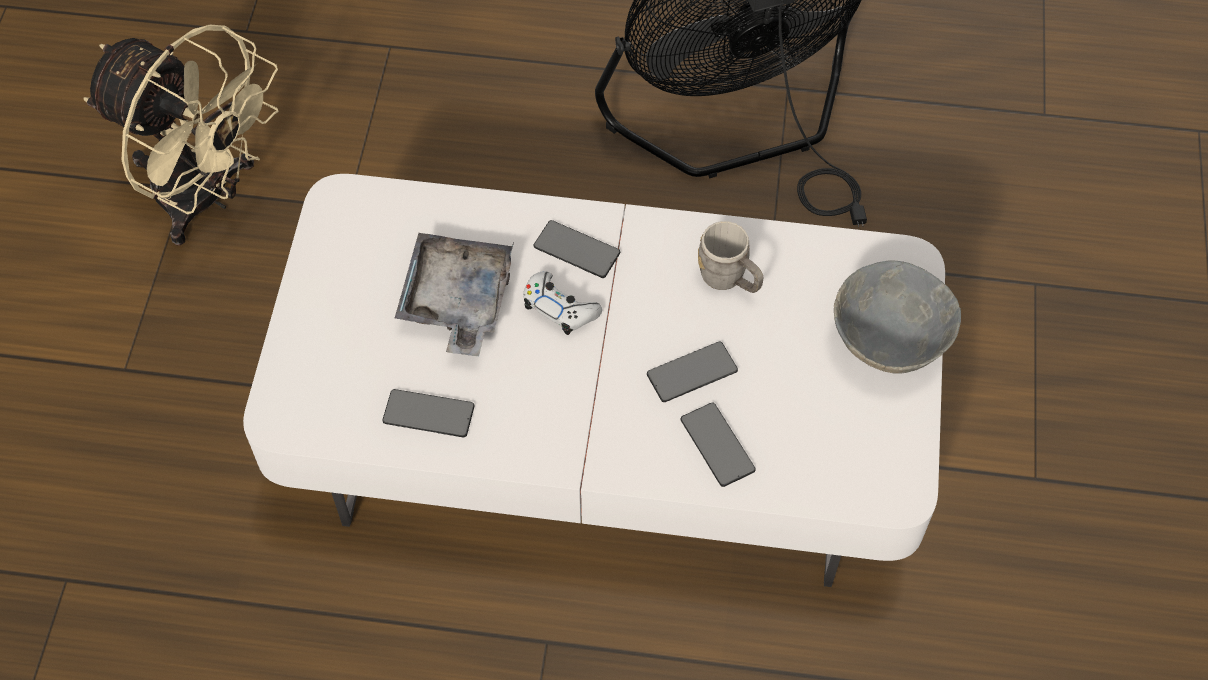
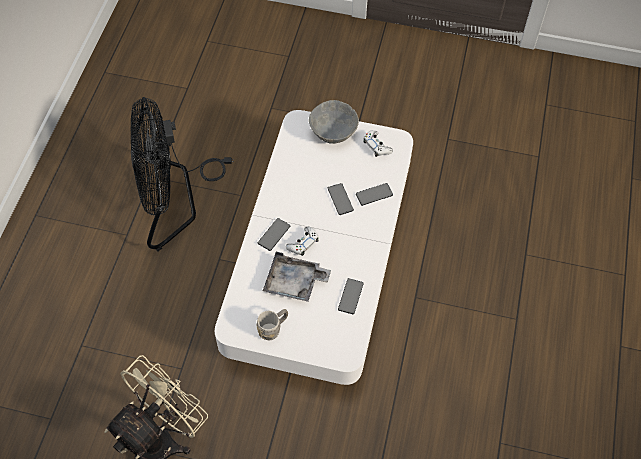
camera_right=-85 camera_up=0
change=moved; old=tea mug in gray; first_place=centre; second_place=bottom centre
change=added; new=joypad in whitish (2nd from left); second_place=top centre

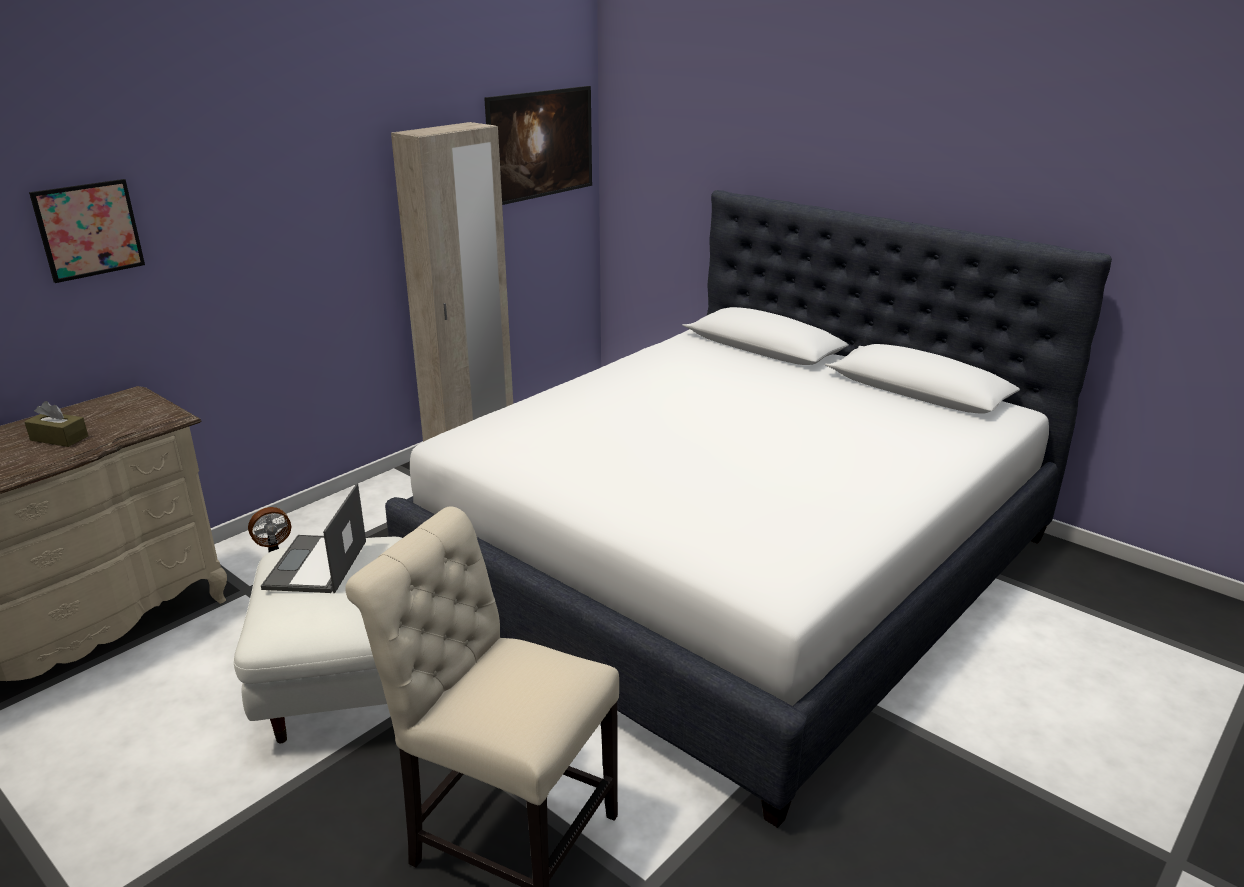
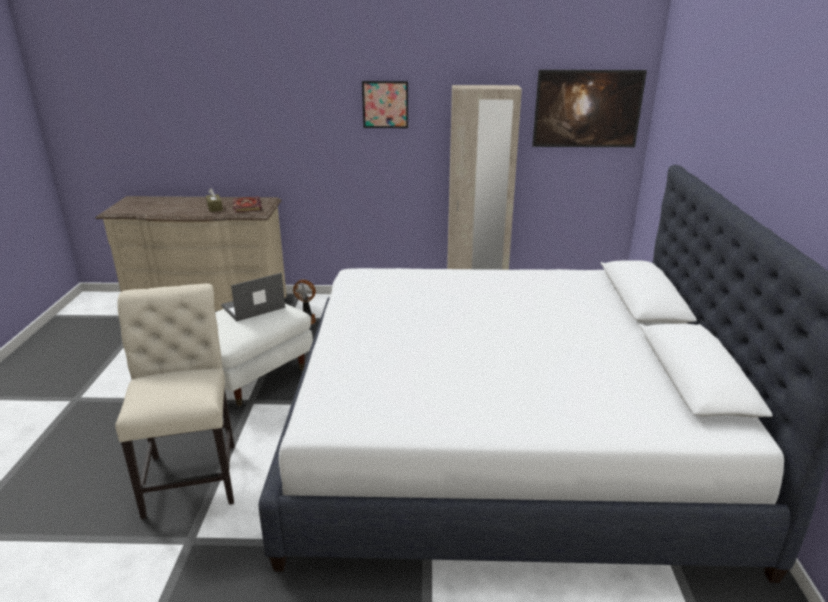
camera_right=50 camera_up=0
change=moved; old=wall picture (1st from left); first_place=top left; second_place=top centre
change=added; new=bound book; second_place=middle left

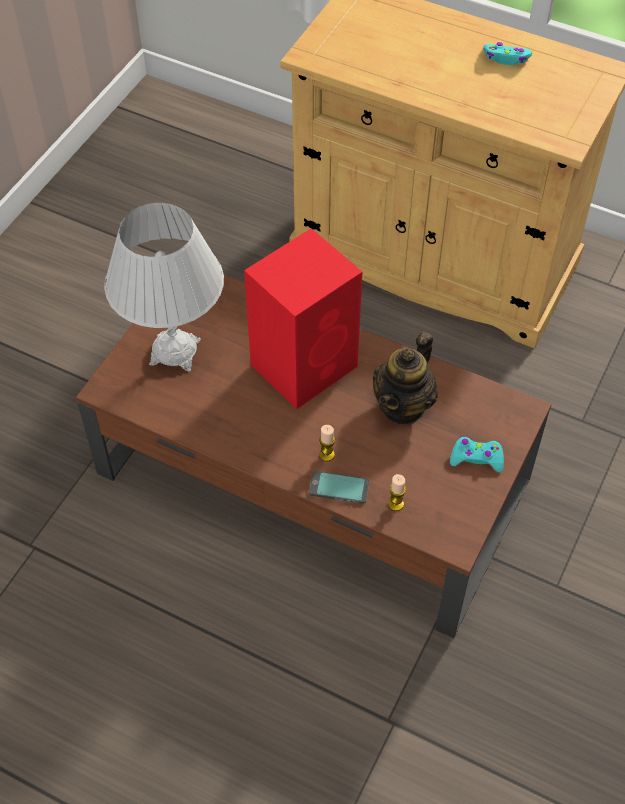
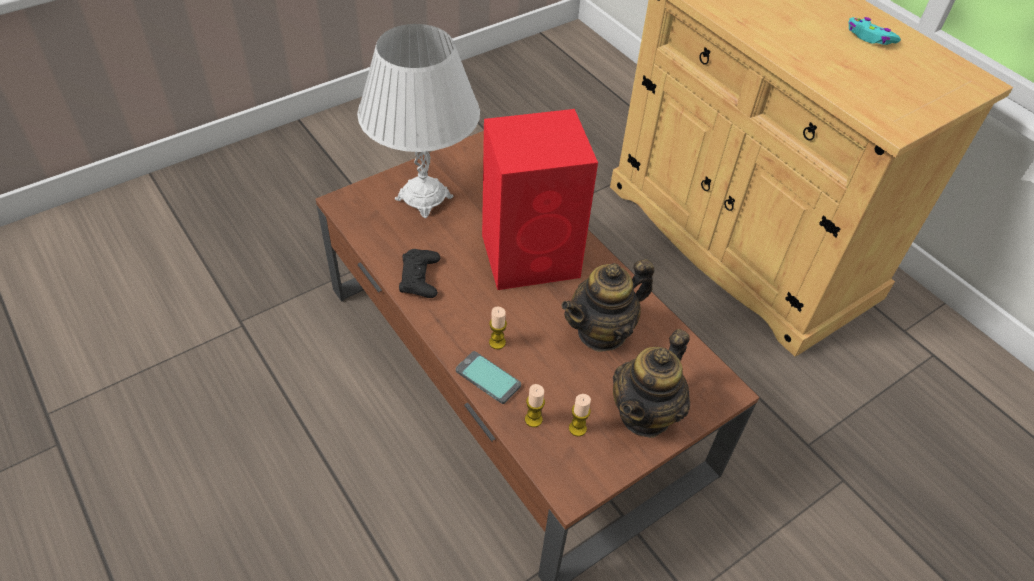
camera_right=25 camera_up=-5
change=replaced; old=joypad in blue-green (1st from left); new=pot for tea (2nd from left); first_place=middle right; second_place=centre
change=added; new=joypad in blackish; second_place=centre
change=added; new=candle (3rd from left); second_place=bottom centre

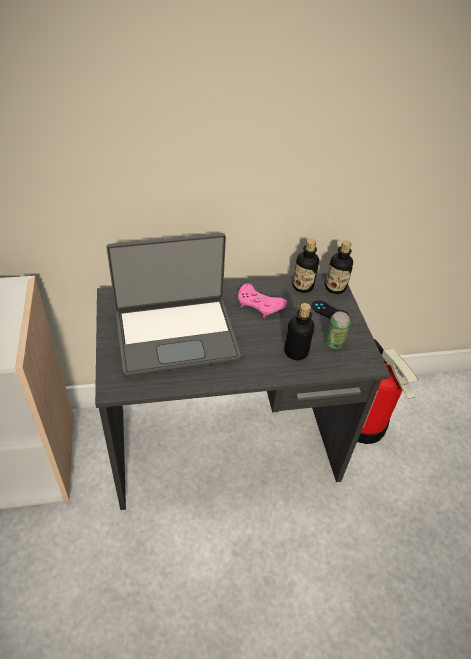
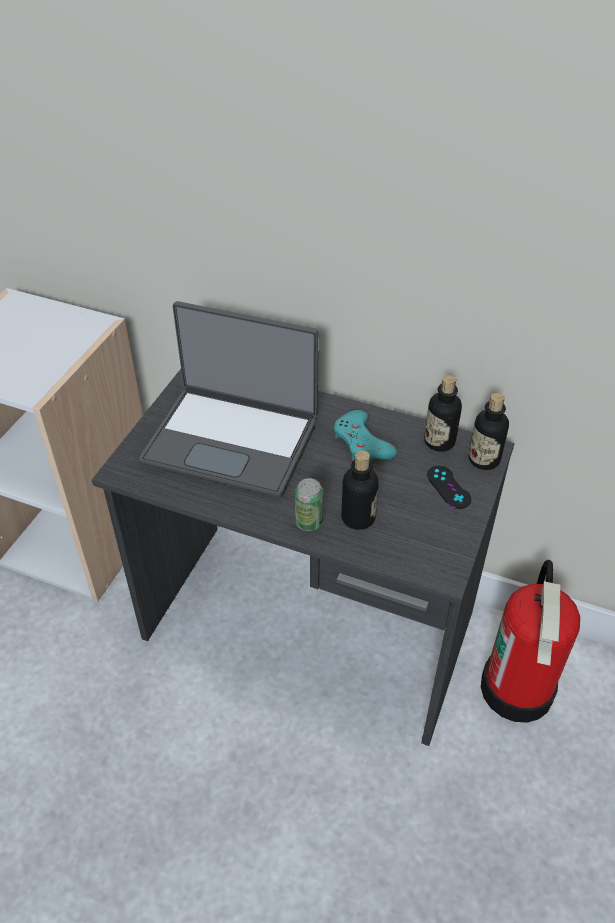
camera_right=35 camera_up=0
change=recoloured; old=joypad in pink-coloured; new=joypad in blue-green; first_place=centre; second_place=centre
change=moved; old=sealed can; first_place=middle right; second_place=centre

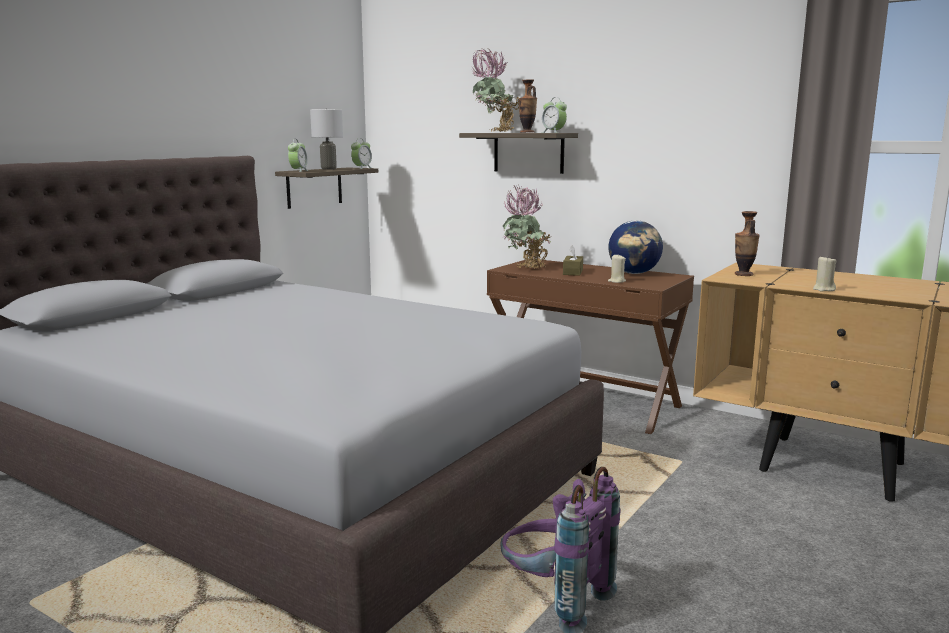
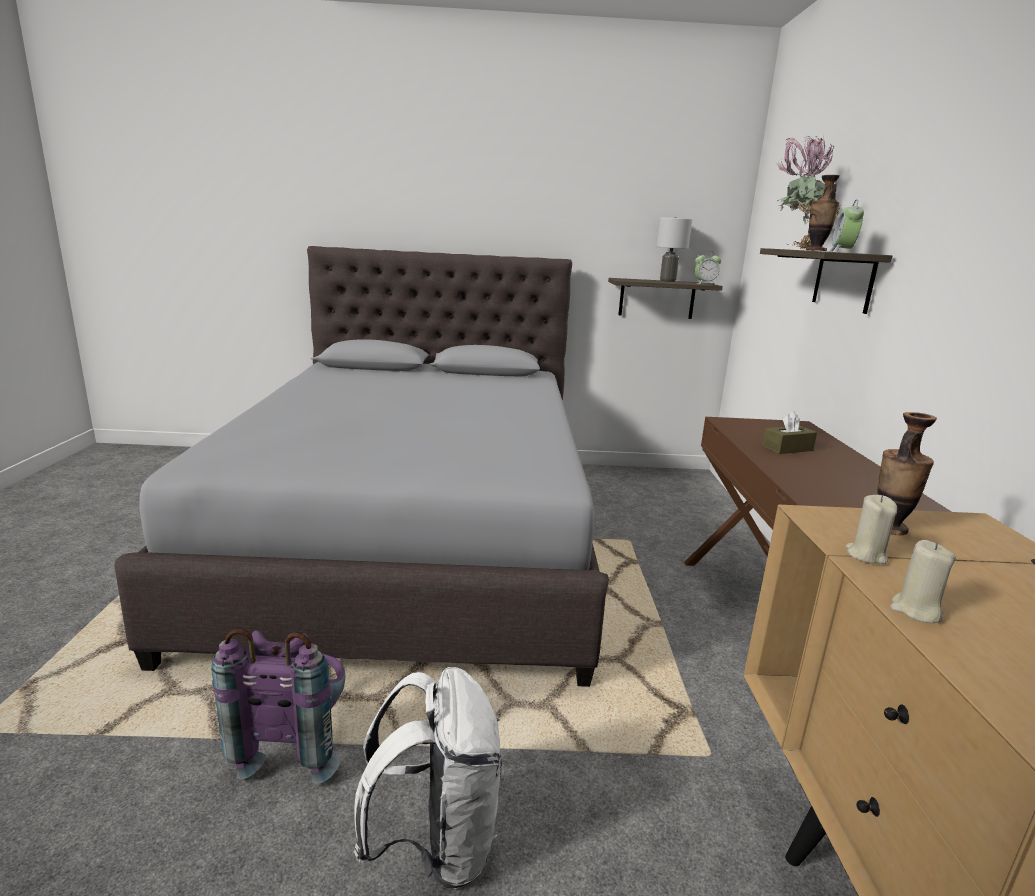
camera_right=55 camera_up=5
change=removed; old=alarm clock (1st from left); first_place=top left
change=removed; old=plant in a pot (2nd from left); first_place=centre
change=removed; old=desk globe; first_place=middle right
change=moved; old=candle in sand-coloured (1st from left); first_place=centre; second_place=middle right
change=added; new=knapsack in whitish; second_place=bottom centre

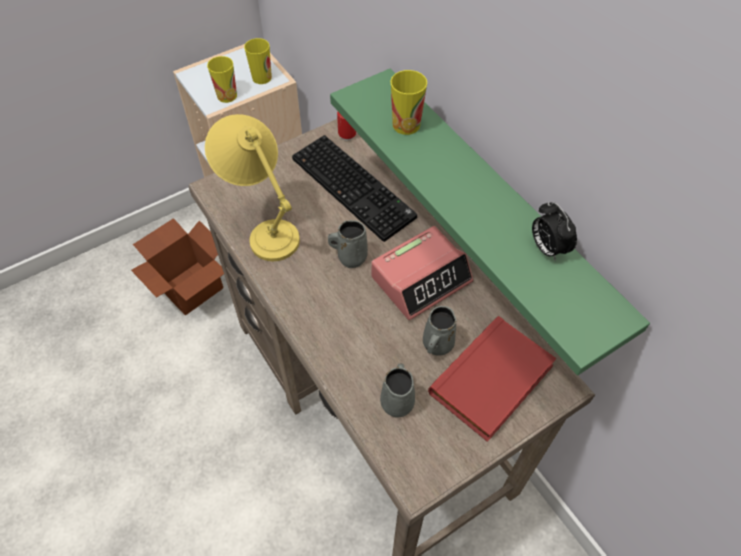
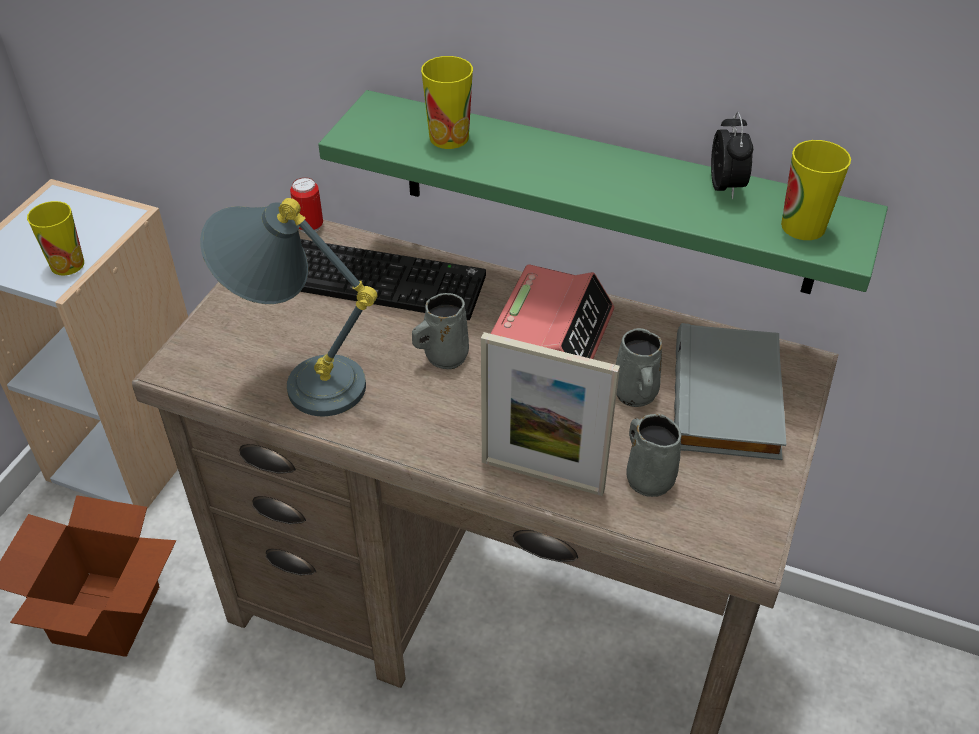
camera_right=-35 camera_up=-10
change=moved; old=cup (2nd from left in the first image); new=cup (3rd from left); first_place=top centre; second_place=top right
change=recoloured; old=table lamp in yellow-coloured; new=table lamp in gray; first_place=centre; second_place=middle left
change=turned; old=alarm clock (2nd from left); first_place=middle right; second_place=top right; degrees=-120
change=recoloured; old=bound book in reddish; new=bound book in gray; first_place=bottom centre; second_place=middle right
change=added; new=picture frame; second_place=centre

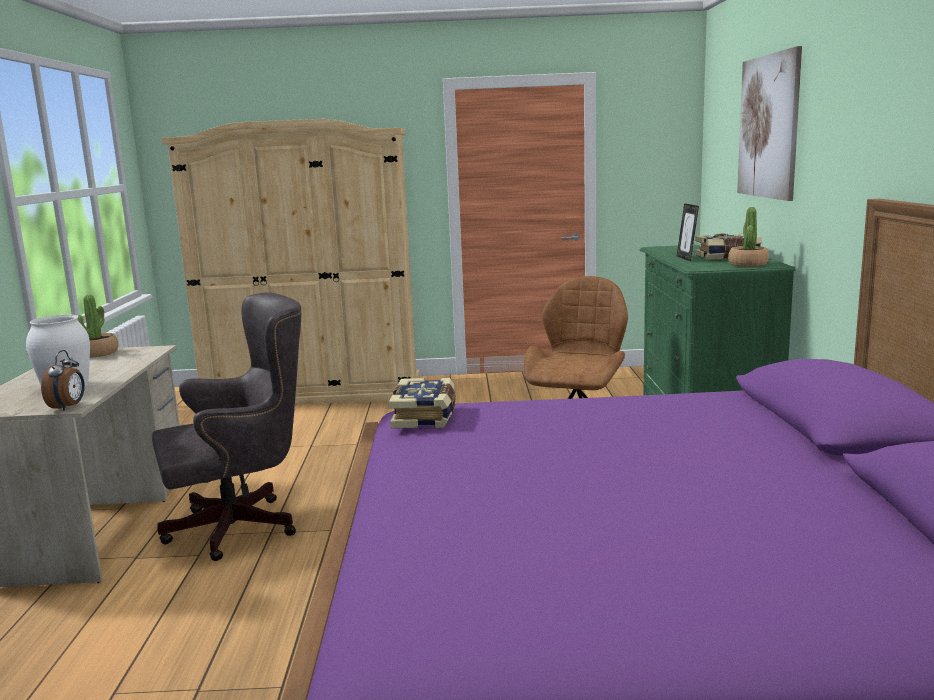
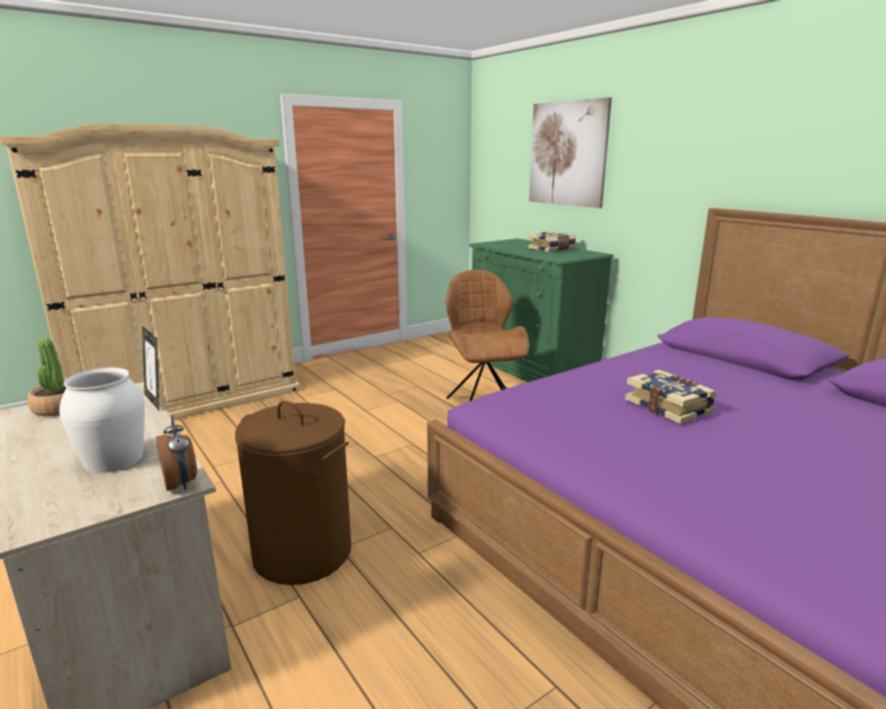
camera_right=-35 camera_up=5
change=moved; old=picture frame; first_place=top right; second_place=middle left
change=removed; old=plant in a pot (2nd from left); first_place=middle right
change=replaced; old=office chair in gray; new=washing basket in brown-coloured; first_place=middle left; second_place=bottom left
change=moved; old=bound book (1st from left in the first image); new=bound book (2nd from left); first_place=centre; second_place=middle right

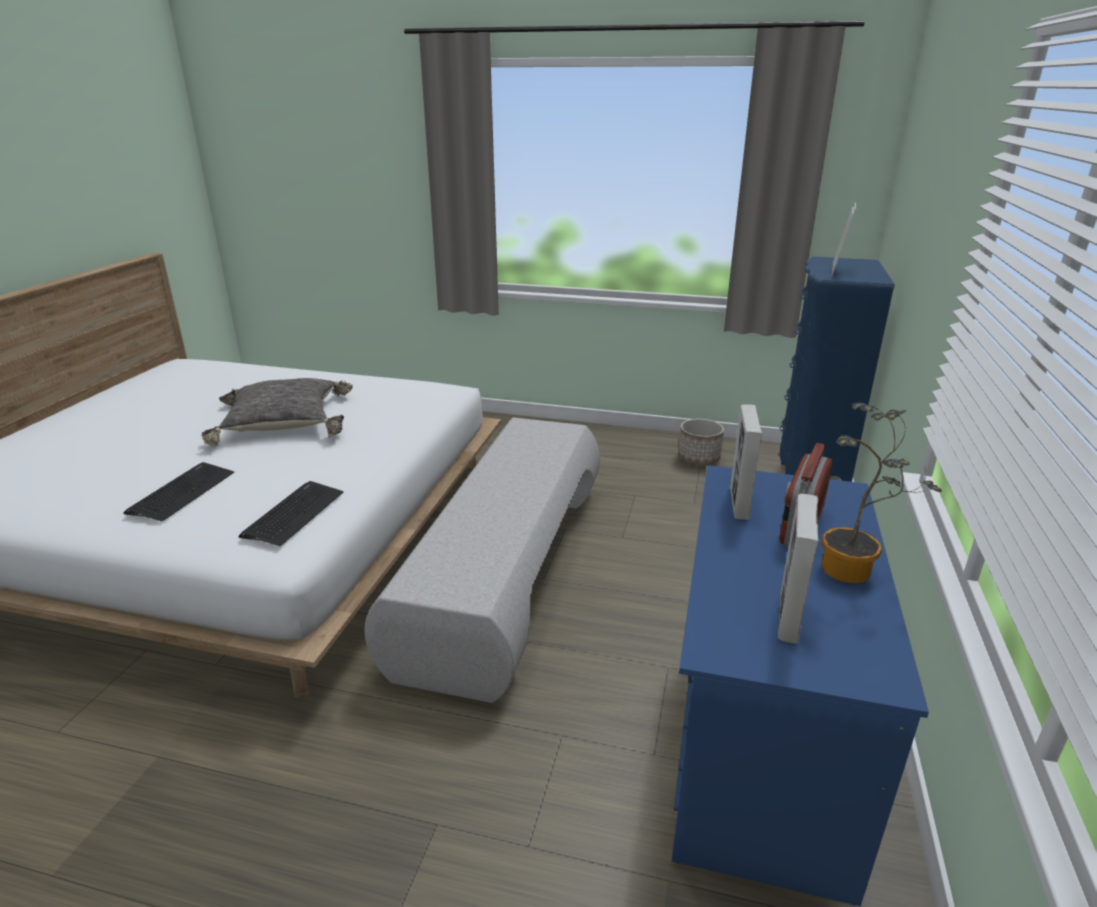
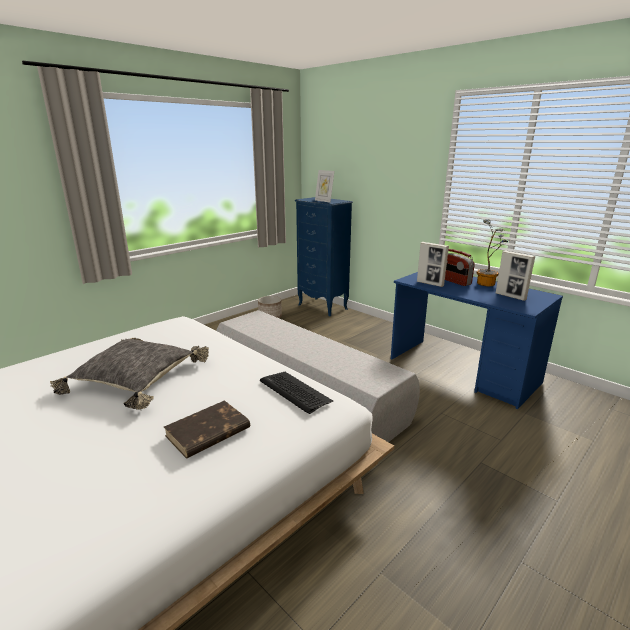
camera_right=-60 camera_up=-5
change=replaced; old=keyboard (1st from left); new=bound book in brown-coloured; first_place=middle left; second_place=bottom left

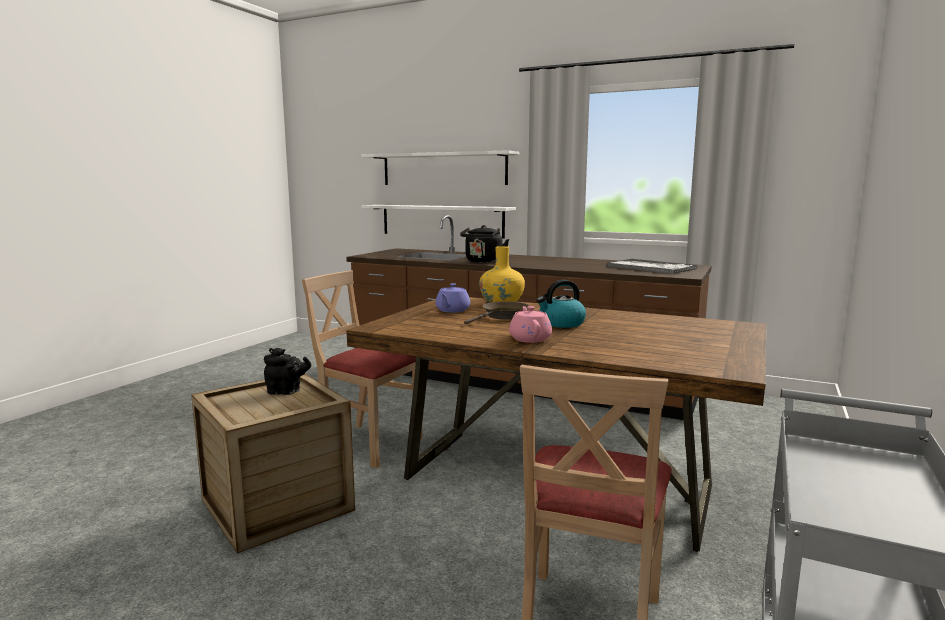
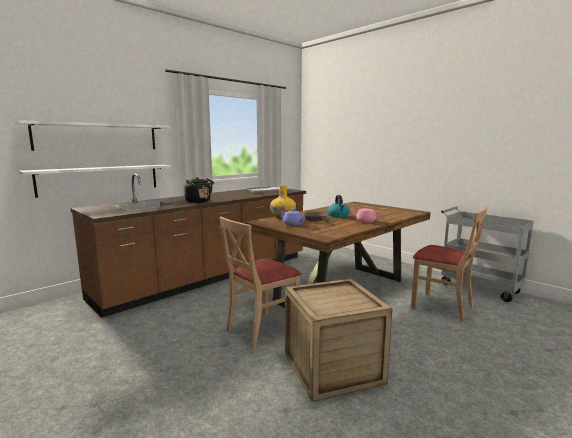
camera_right=-70 camera_up=0
change=removed; old=pot for tea in blackish; first_place=middle left

